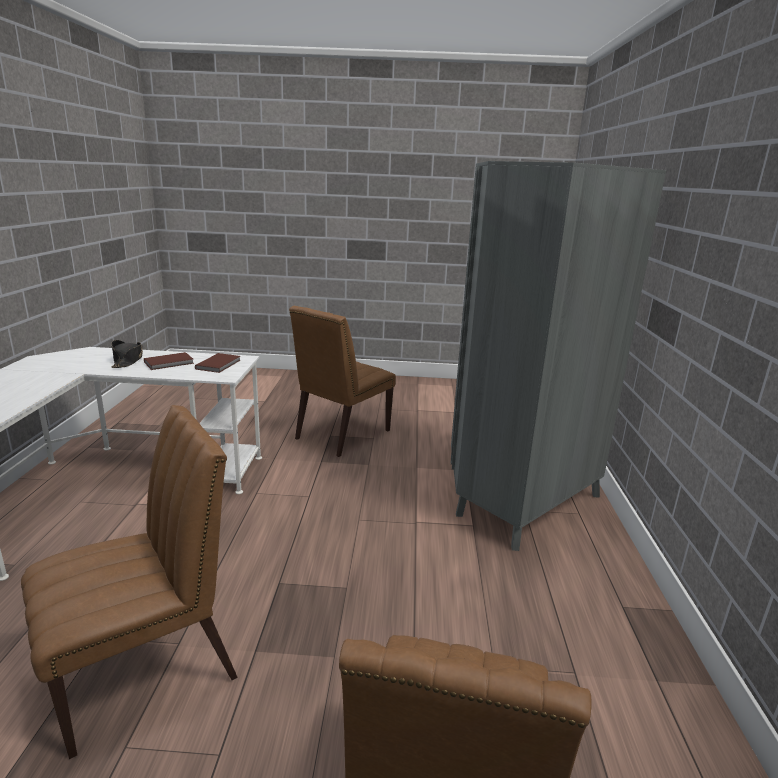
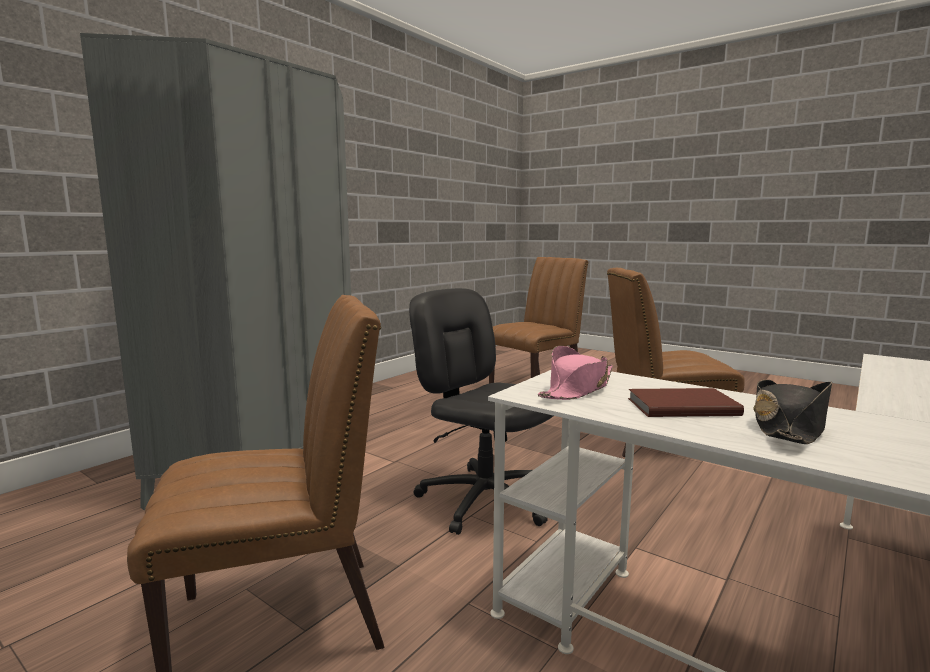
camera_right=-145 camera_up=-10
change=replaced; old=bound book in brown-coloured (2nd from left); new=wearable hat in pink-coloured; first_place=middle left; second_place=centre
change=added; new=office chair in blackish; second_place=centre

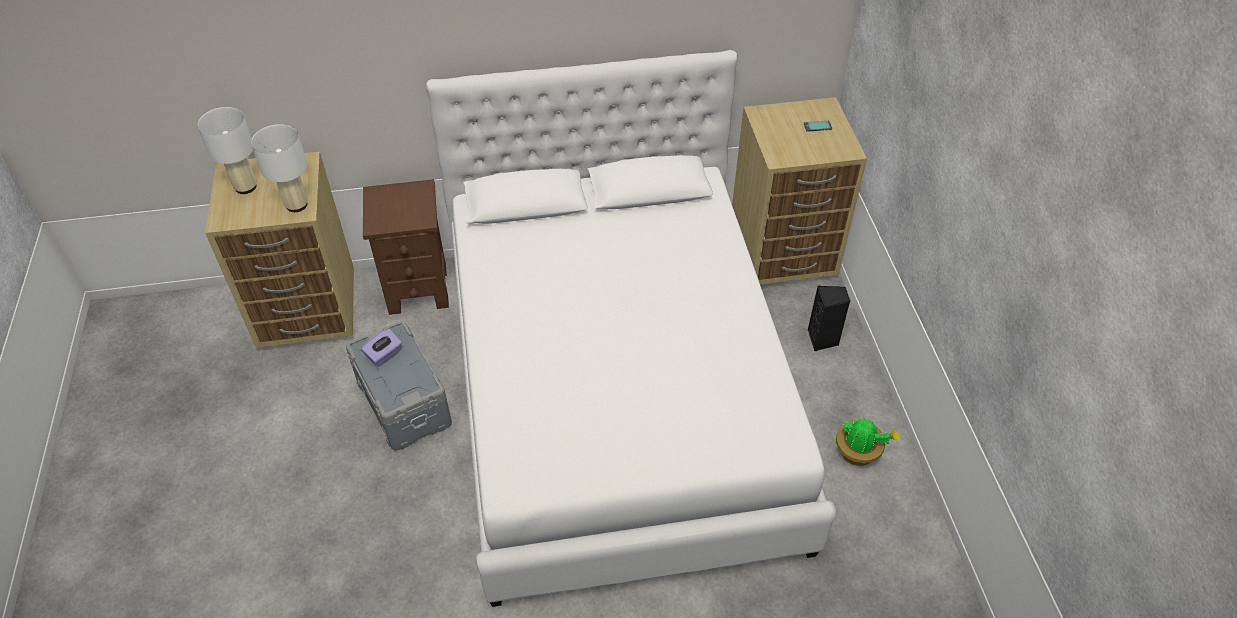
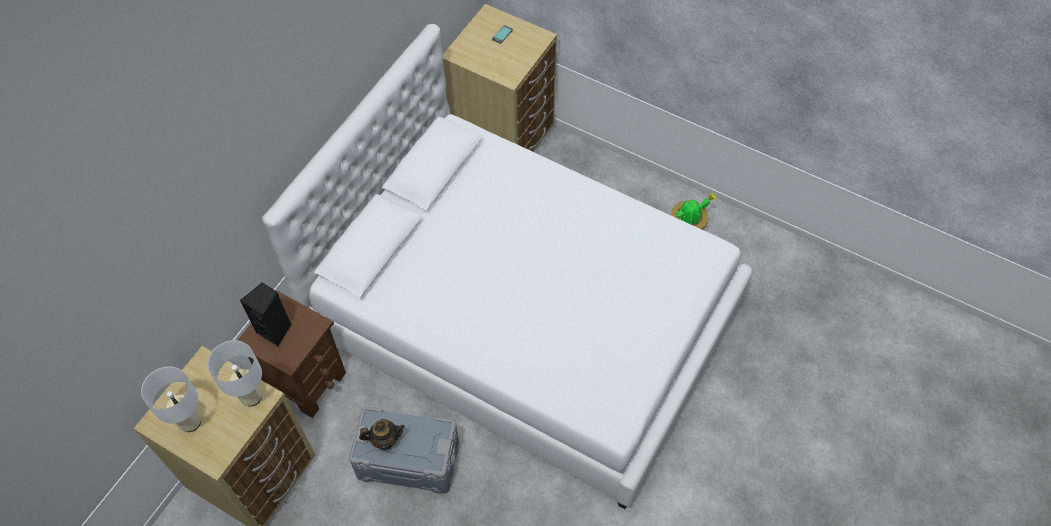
camera_right=-50 camera_up=10
change=moved; old=speaker in blackish; first_place=middle right; second_place=middle left
change=replaced; old=tissue box in purple; new=pot for tea; first_place=middle left; second_place=bottom centre

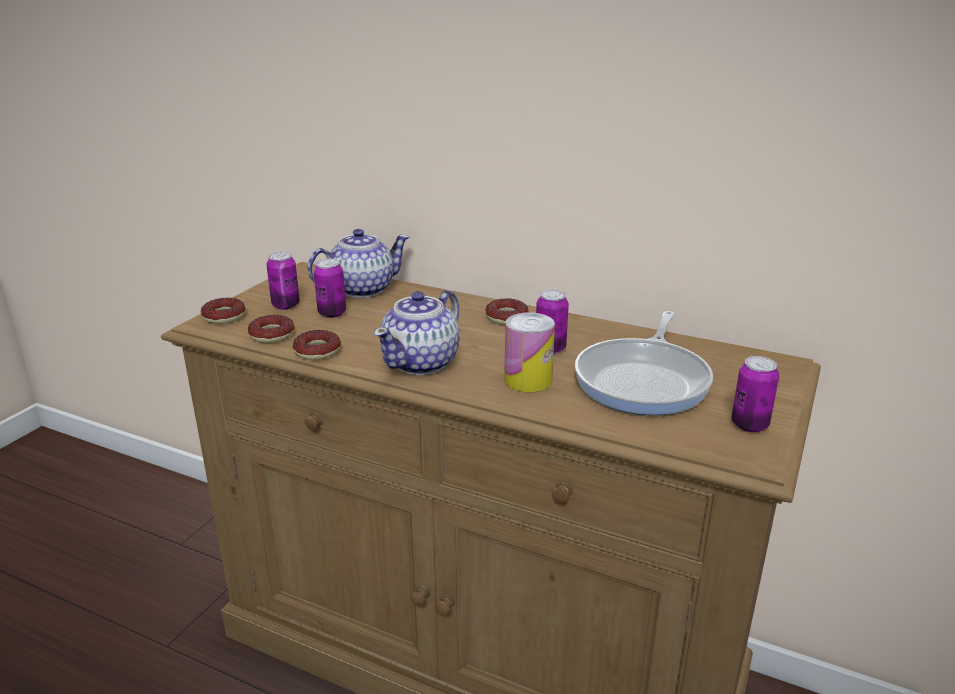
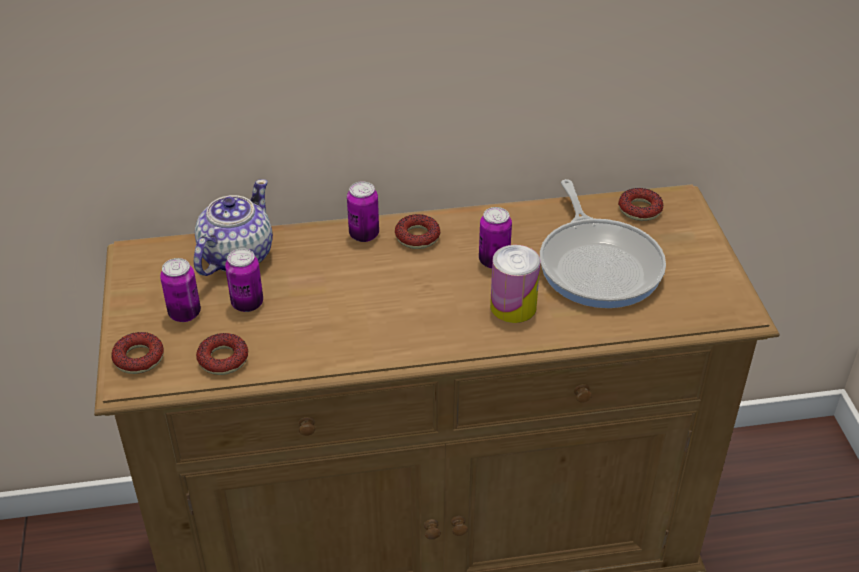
camera_right=-35 camera_up=15
change=removed; old=pot for tea (2nd from left); first_place=centre
change=moved; old=ring doughnut (3rd from left in the first image); new=ring doughnut (4th from left); first_place=middle left; second_place=middle right
change=moved; old=sealed can (5th from left in the first image); new=sealed can (3rd from left); first_place=middle right; second_place=centre

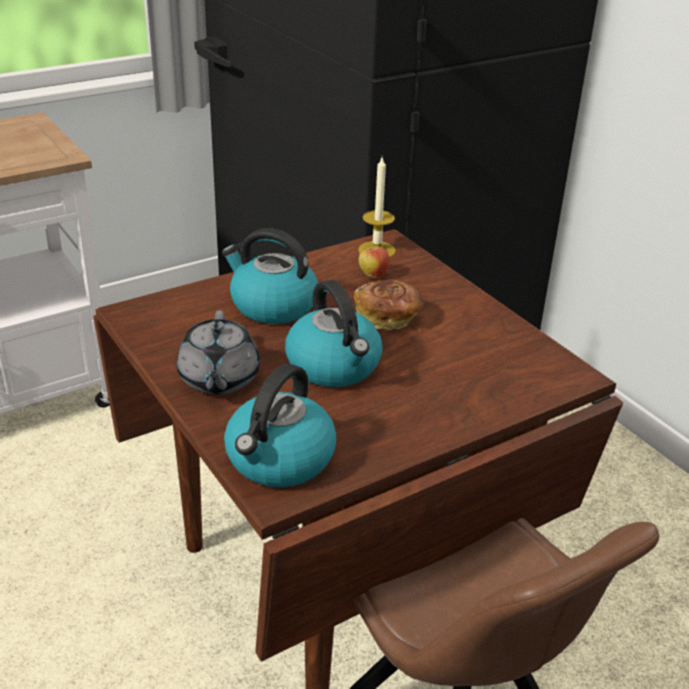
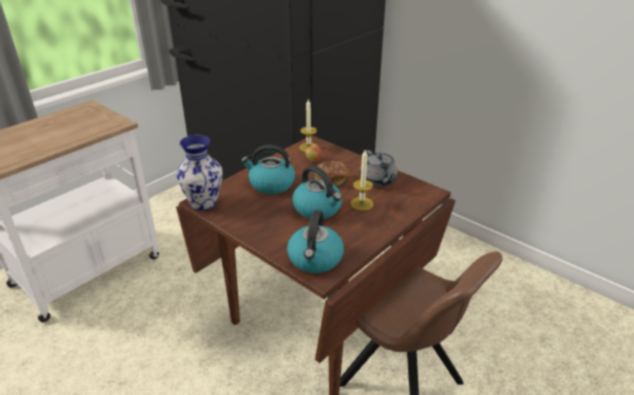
camera_right=-15 camera_up=0
change=moved; old=pot for tea in gray; first_place=middle left; second_place=centre
change=added; new=flower vase; second_place=middle left
change=added; new=candle (2nd from left); second_place=centre

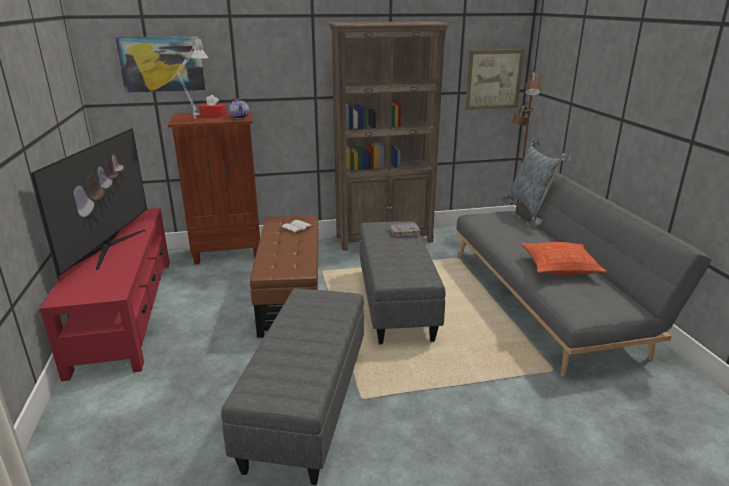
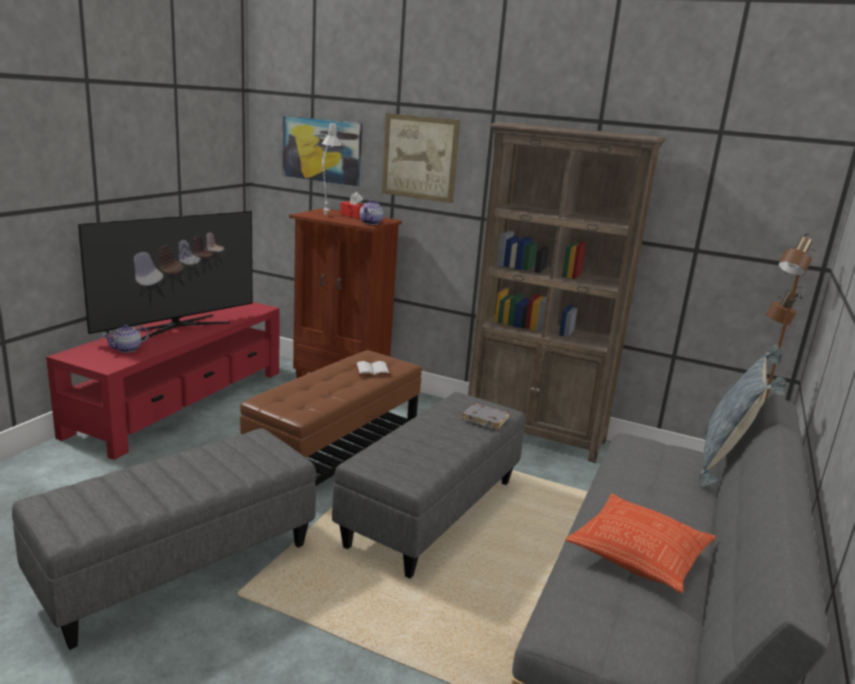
camera_right=35 camera_up=-5
change=moved; old=wall picture (2nd from left); first_place=top right; second_place=top centre
change=added; new=pot for tea (1st from left); second_place=middle left

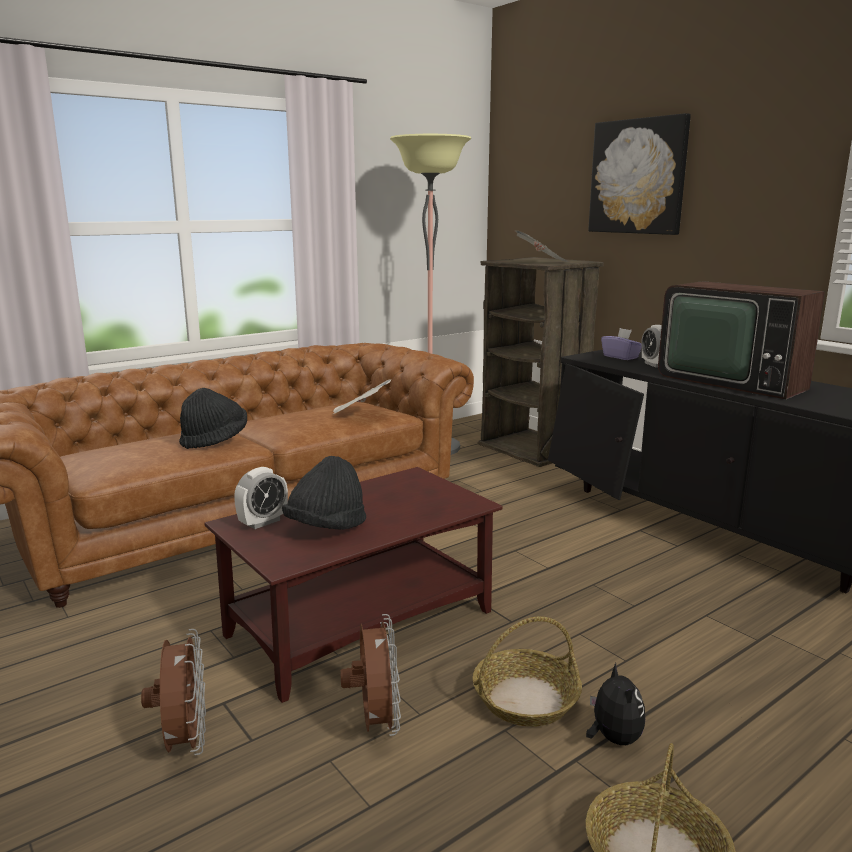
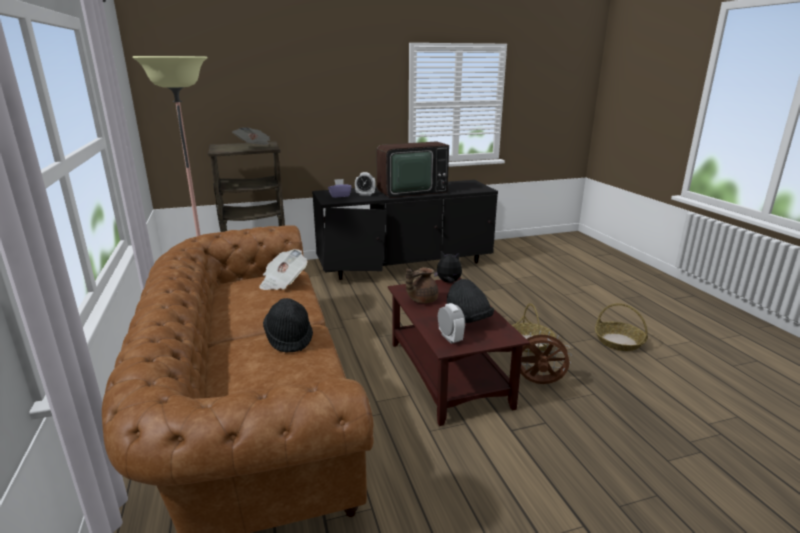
camera_right=-70 camera_up=5
change=removed; old=wall picture; first_place=top right
change=removed; old=cooling fan in brown-coloured (1st from left); first_place=bottom left
change=moved; old=cuddly toy; first_place=bottom right; second_place=centre
change=added; new=pot for tea in brown-coloured; second_place=centre

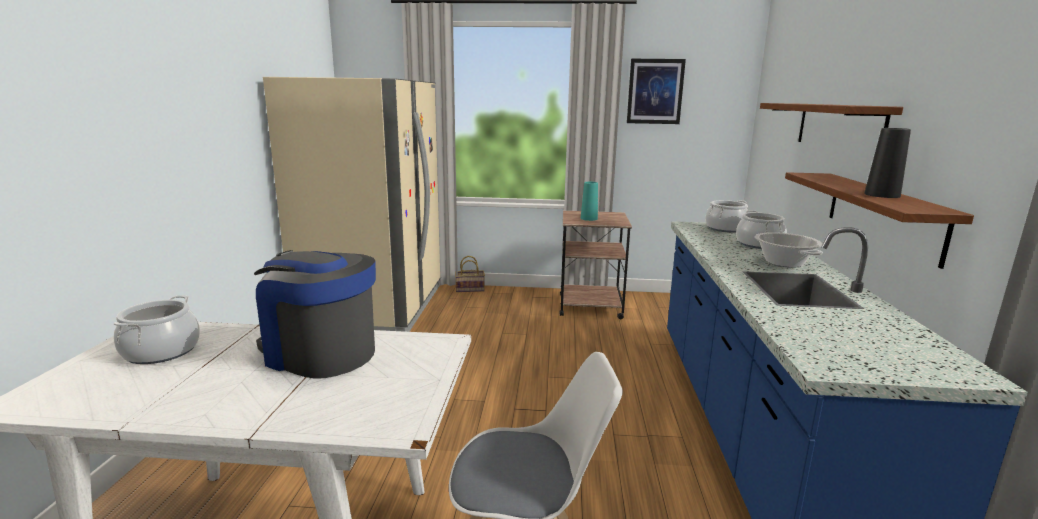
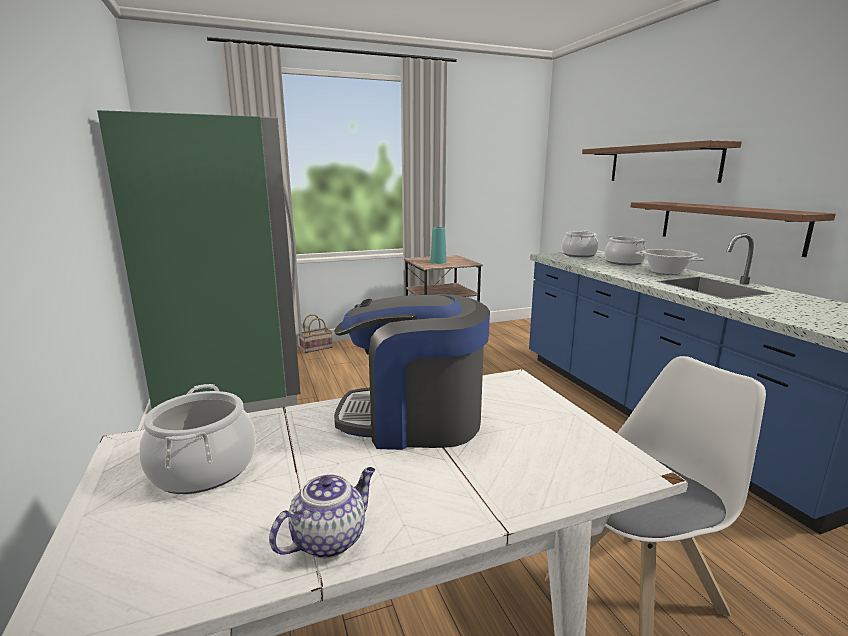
camera_right=-25 camera_up=0
change=removed; old=wall picture; first_place=top centre
change=recoloured; old=kitchen fridge in sand-coloured; new=kitchen fridge in greenish; first_place=centre; second_place=middle left
change=removed; old=flower vase in blackish; first_place=top right
change=added; new=pot for tea; second_place=bottom centre

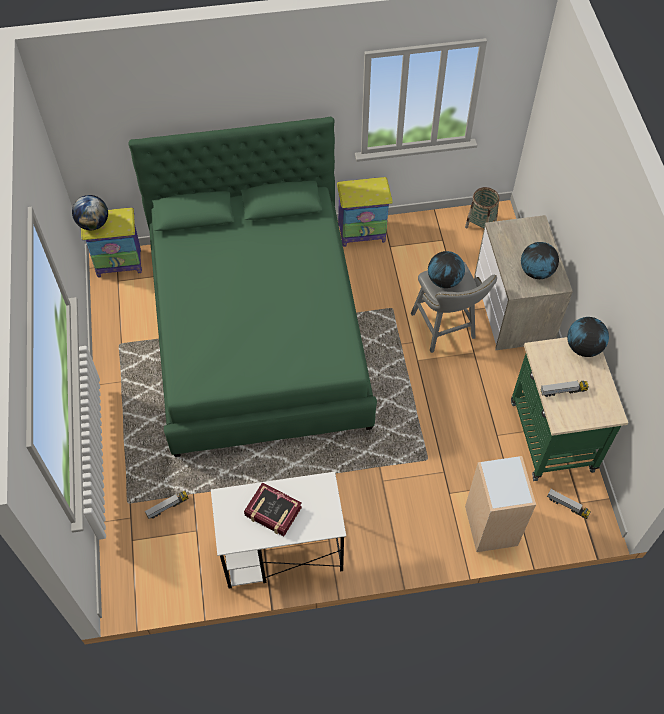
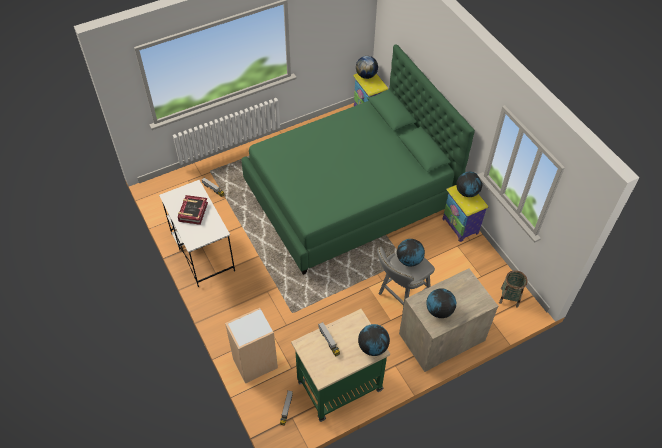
camera_right=70 camera_up=-5
change=added; new=desk globe (5th from left); second_place=middle right

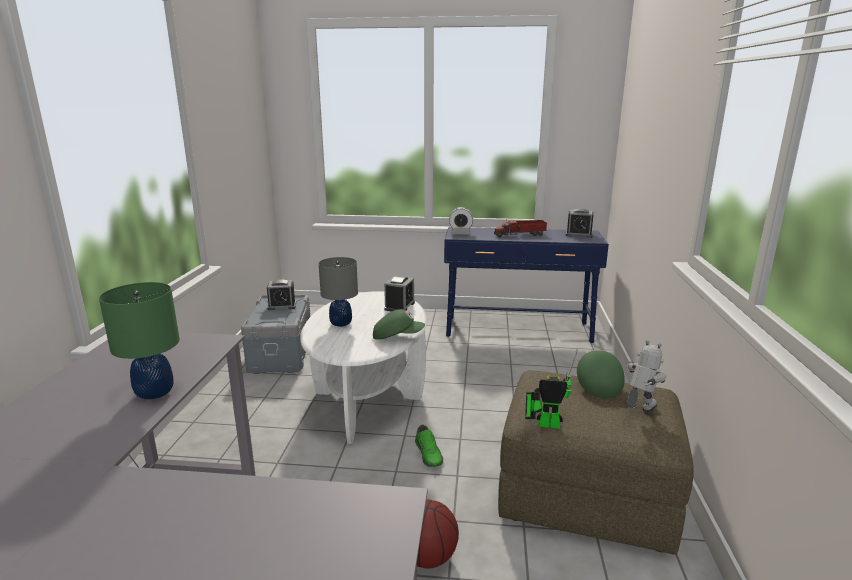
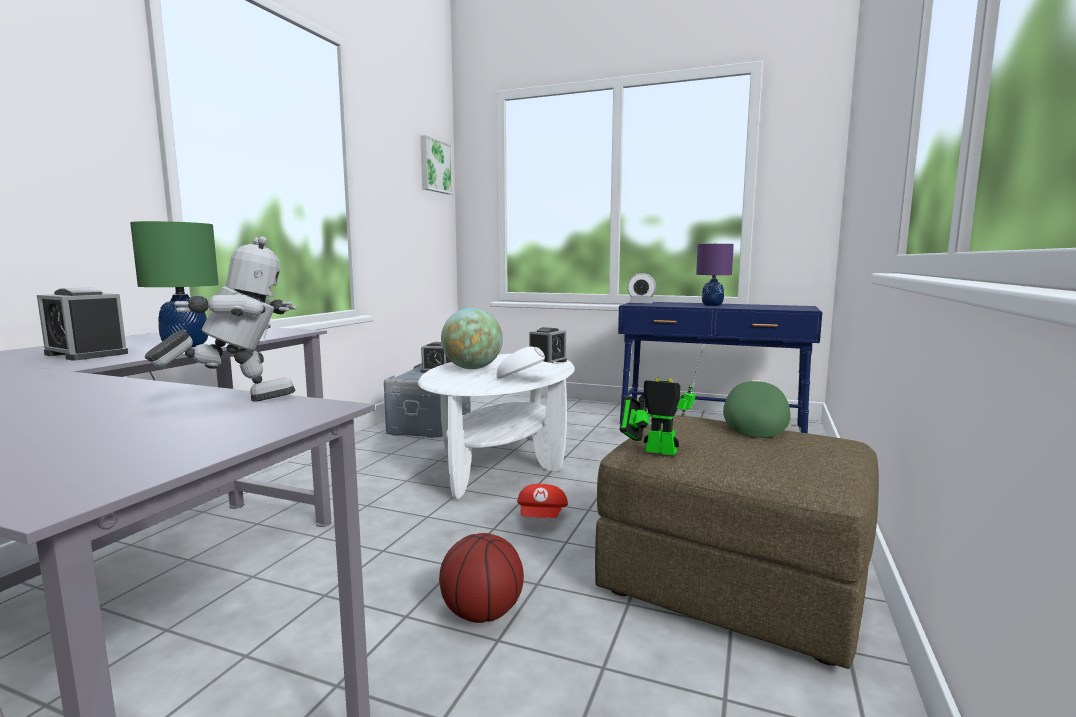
camera_right=15 camera_up=-10
change=moved; old=alarm clock (4th from left in the first image); new=alarm clock (1st from left); first_place=middle right; second_place=middle left
change=replaced; old=toy truck; new=table lamp in purple; first_place=centre; second_place=centre
change=replaced; old=table lamp in gray; new=desk globe; first_place=centre; second_place=centre
change=recoloured; old=cap in greenish (1st from left); new=cap in whitish; first_place=centre; second_place=centre
change=moved; old=toy robot (2nd from left in the first image); new=toy robot (1st from left); first_place=middle right; second_place=middle left
change=replaced; old=low shoe in greenish; new=cap in reddish; first_place=bottom centre; second_place=bottom centre
change=added; new=wall picture; second_place=top centre

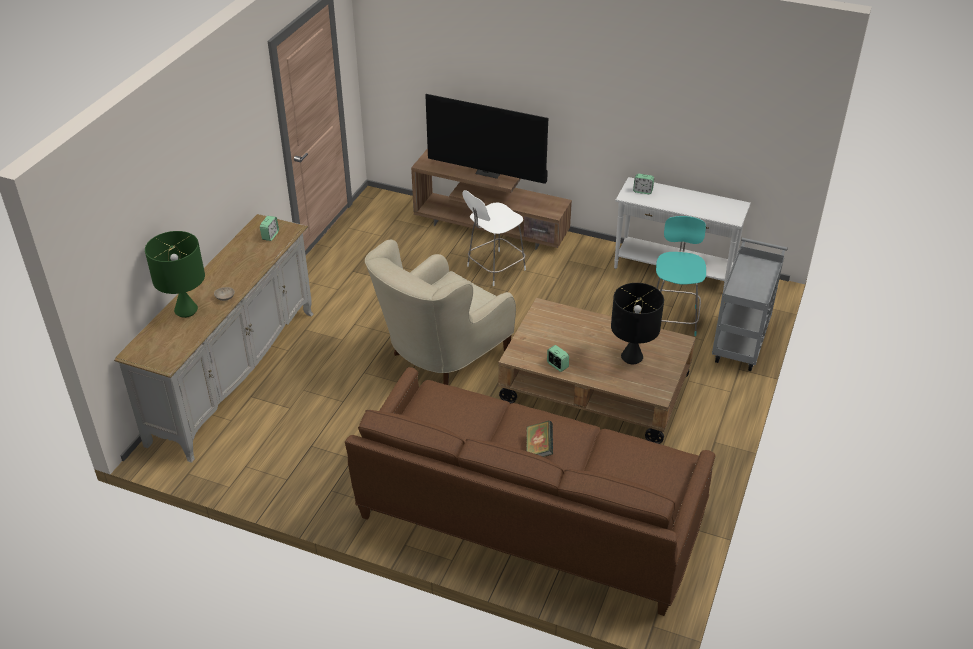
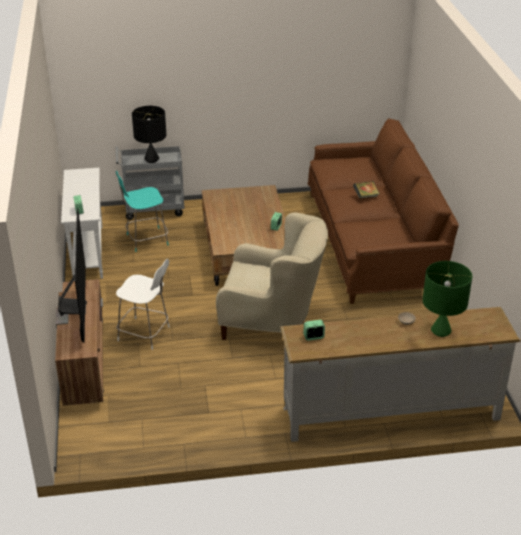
camera_right=-120 camera_up=-5
change=moved; old=table lamp in blackish; first_place=centre; second_place=top left

